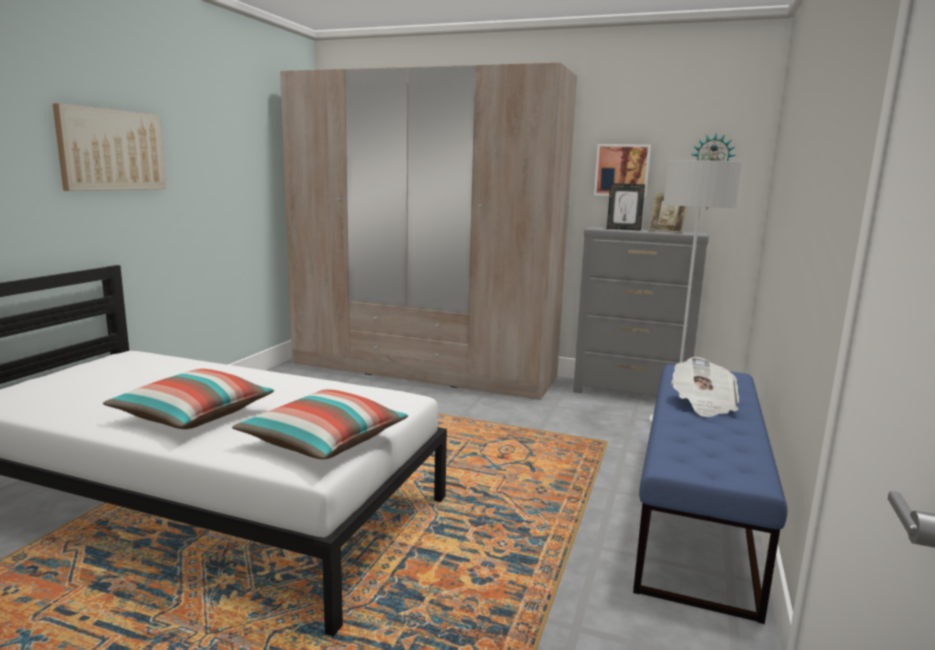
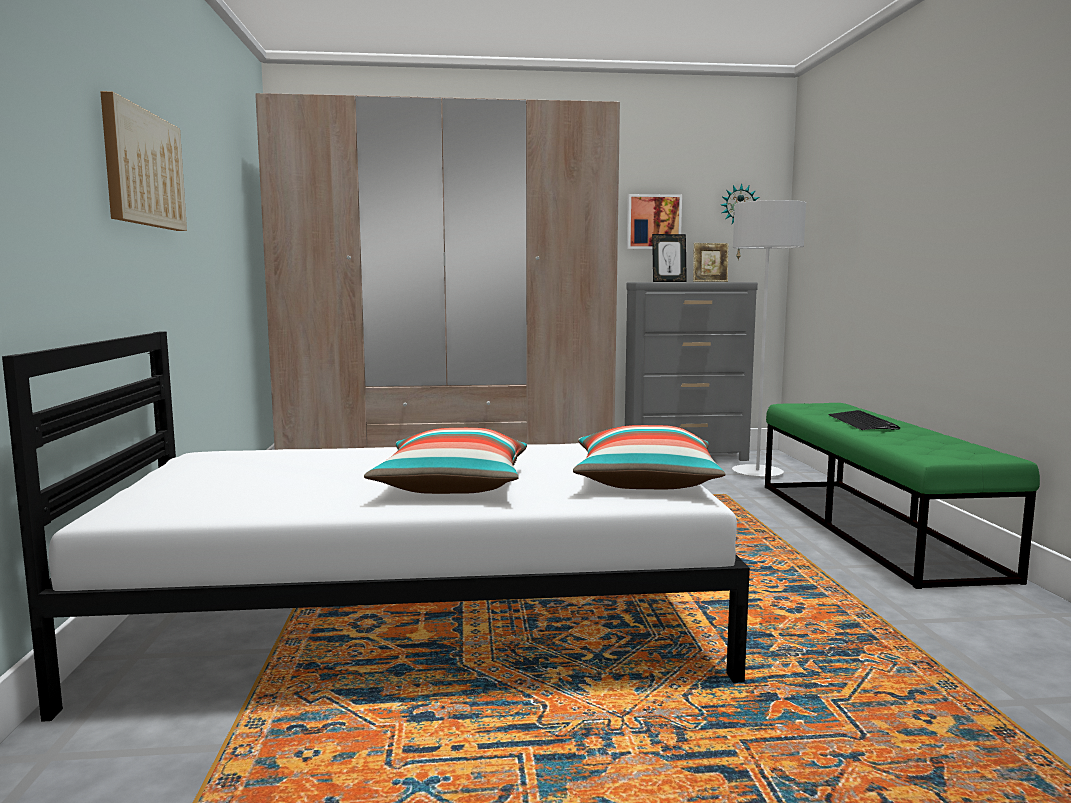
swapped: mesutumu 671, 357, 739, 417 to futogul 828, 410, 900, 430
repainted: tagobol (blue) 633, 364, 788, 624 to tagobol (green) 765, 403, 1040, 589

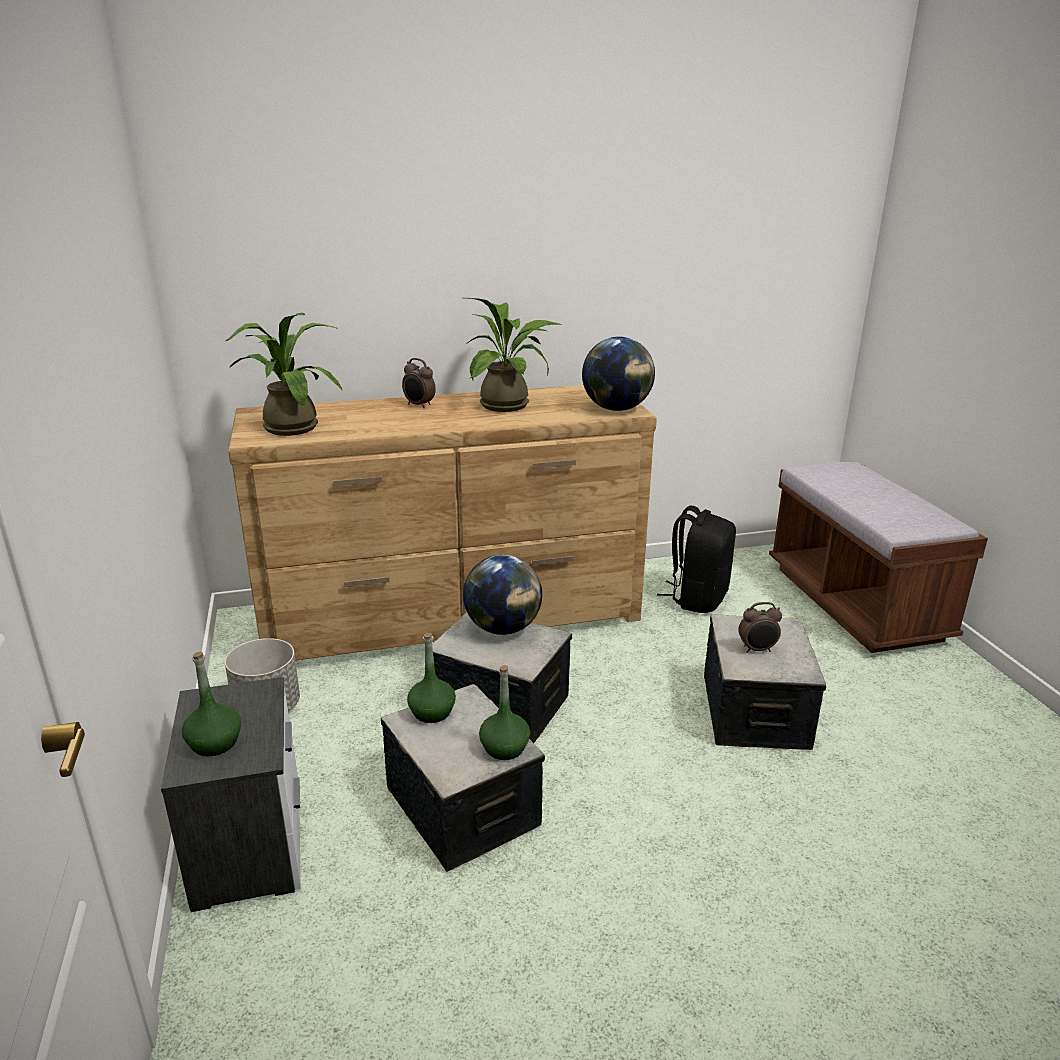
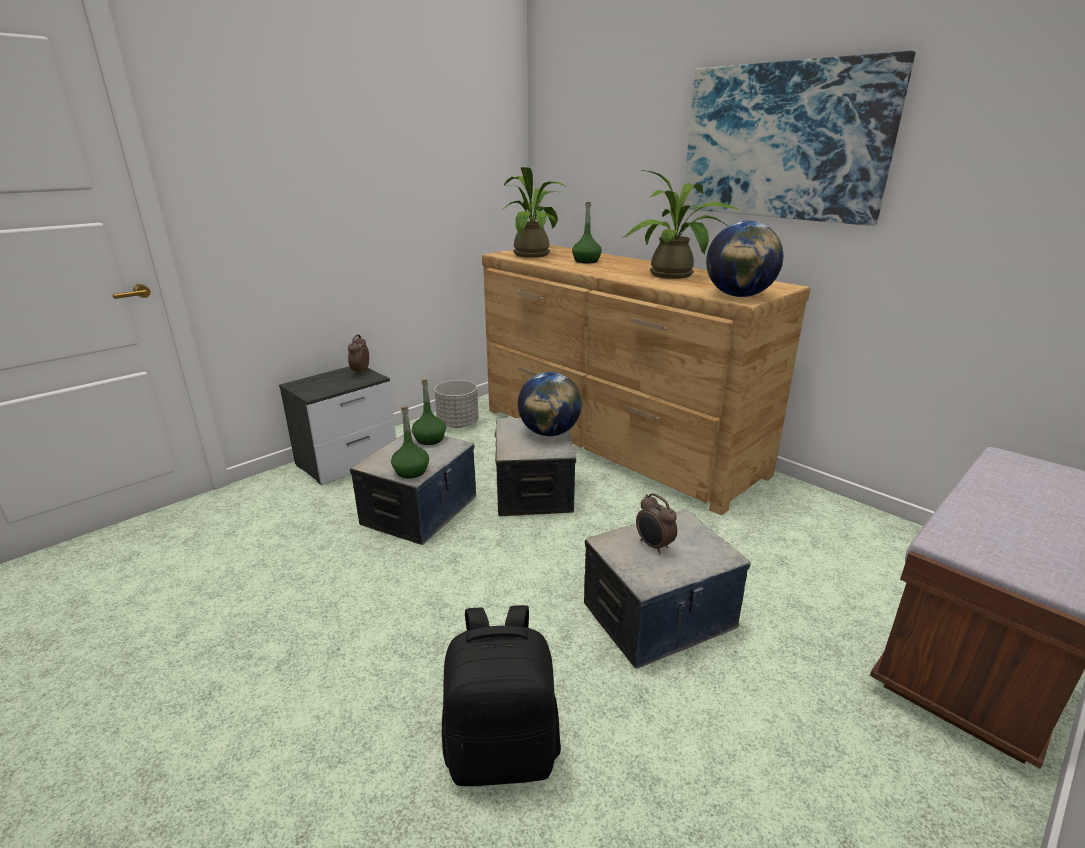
new: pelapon 682, 51, 915, 226
shifted: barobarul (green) 182, 652, 241, 756 to 572, 202, 602, 263; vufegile 402, 358, 436, 408 to 348, 335, 369, 375; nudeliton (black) 657, 506, 736, 613 to 442, 605, 561, 786

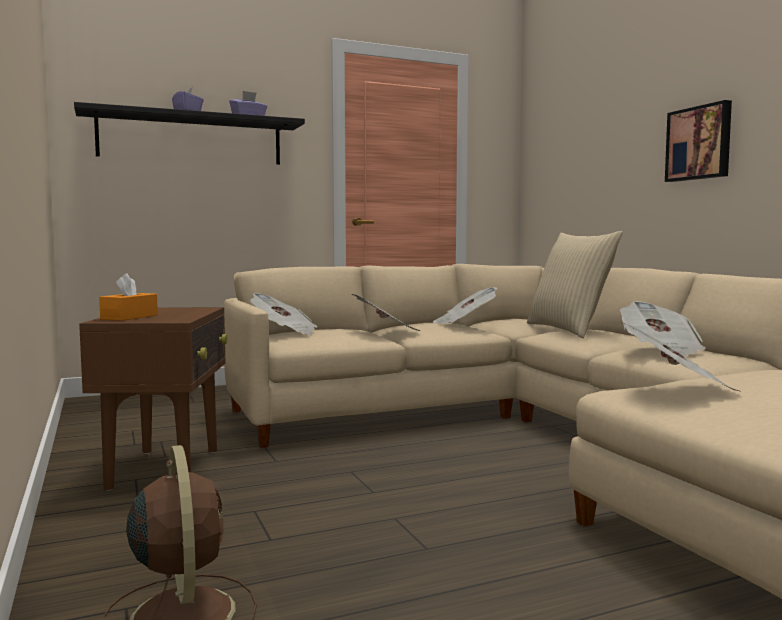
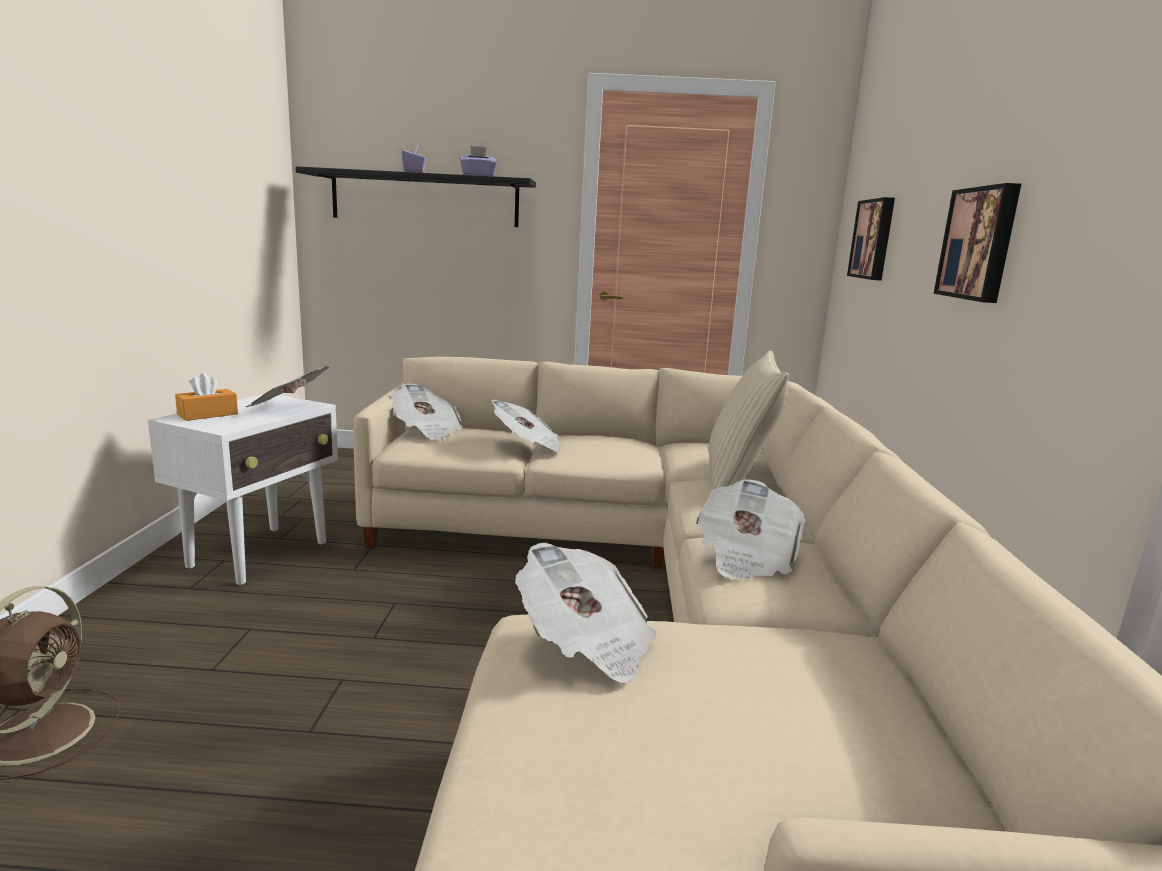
new: pelapon 847, 197, 895, 280
shifted: mesutumu 433, 287, 498, 324 to 246, 366, 329, 407
repainted: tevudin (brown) 79, 307, 227, 491 to tevudin (white) 148, 394, 338, 585

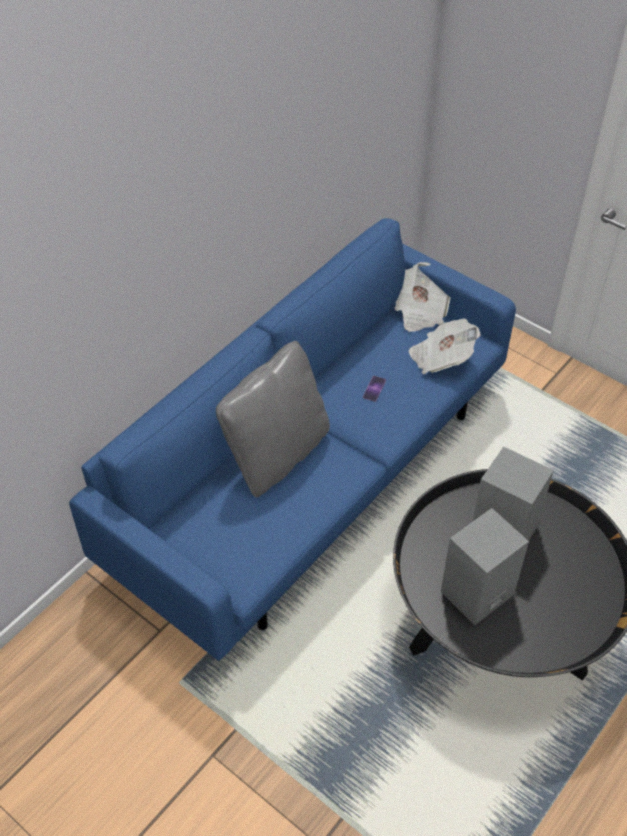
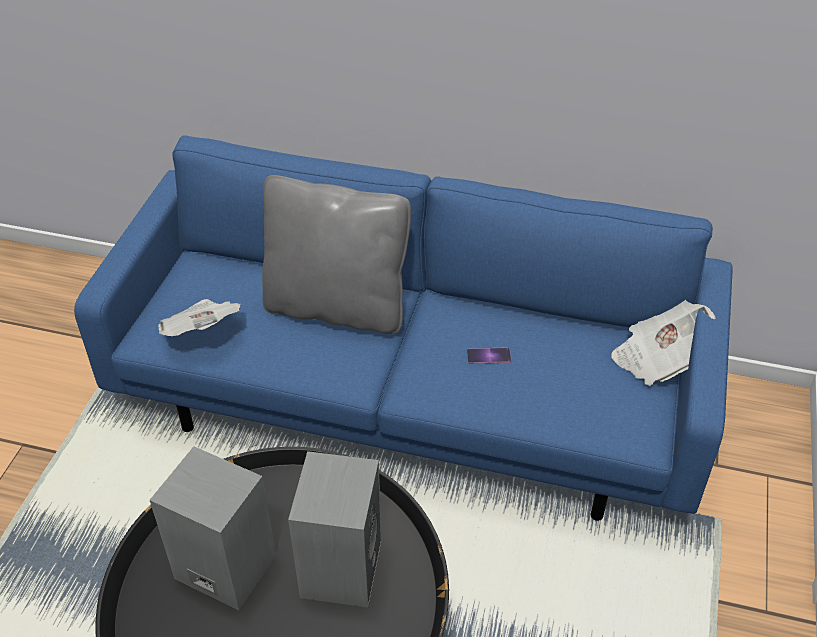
shifted: mesutumu 409, 318, 480, 374 to 158, 299, 241, 336

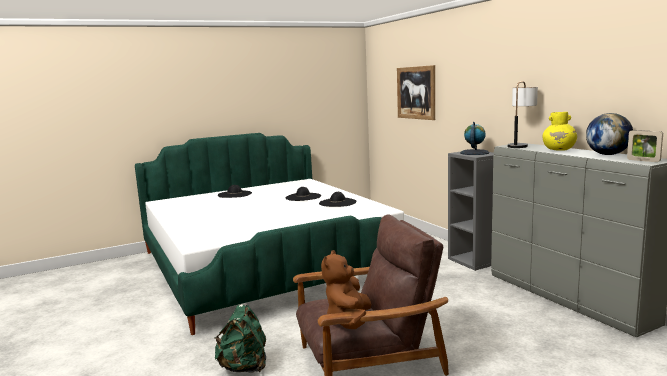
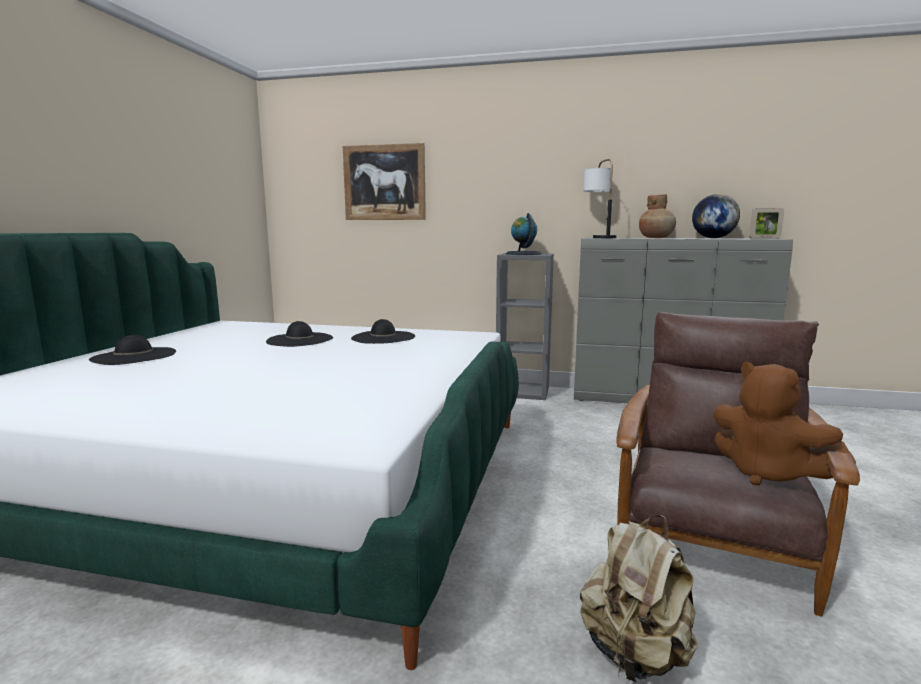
repainted: nudeliton (green) 214, 305, 266, 373 to nudeliton (beige) 580, 515, 697, 682; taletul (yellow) 543, 112, 577, 151 to taletul (brown) 639, 194, 676, 238

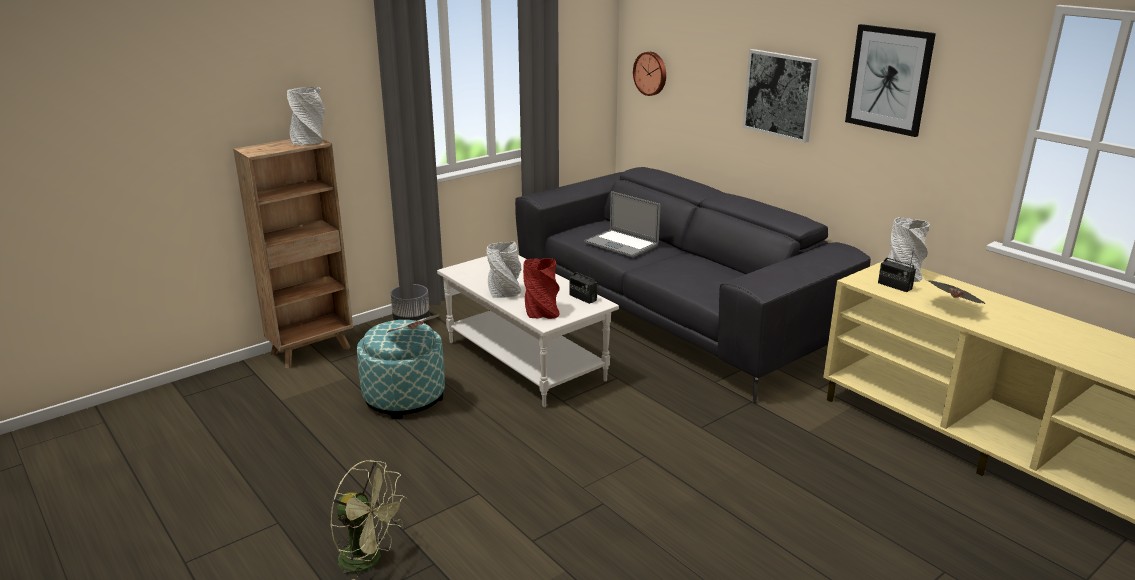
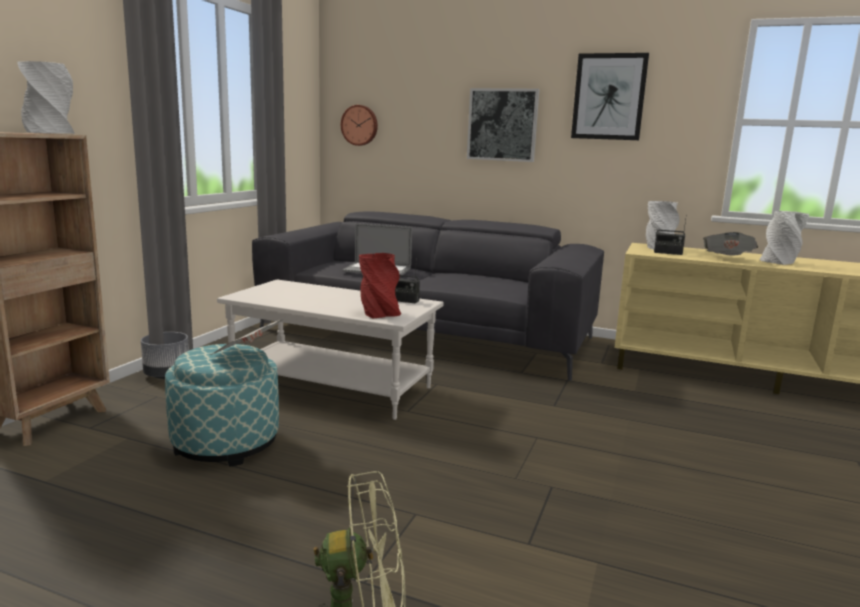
shifted: taletul (grey) 487, 242, 521, 297 to 759, 211, 809, 265

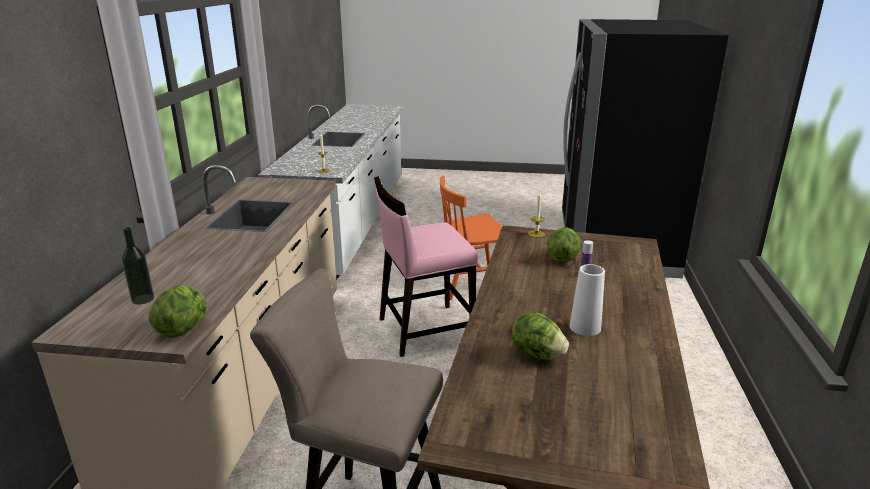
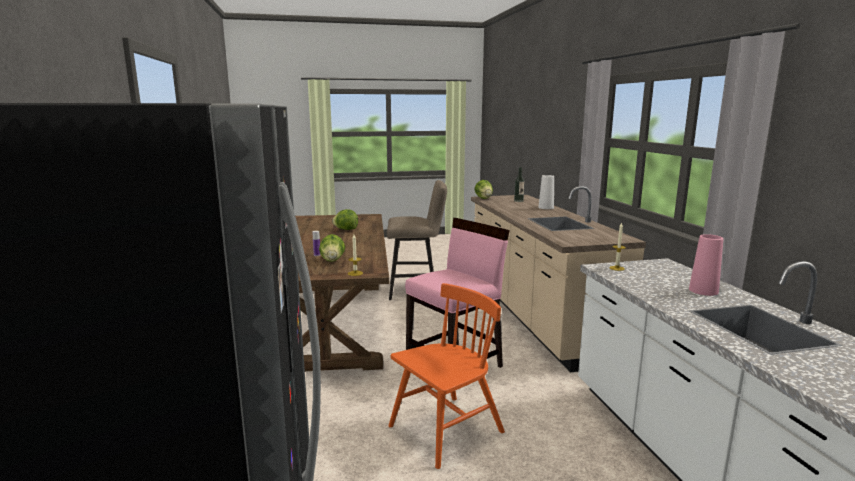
new: taletul (pink) 689, 234, 723, 296
shifted: taletul (white) 570, 264, 605, 336 to 538, 175, 554, 209

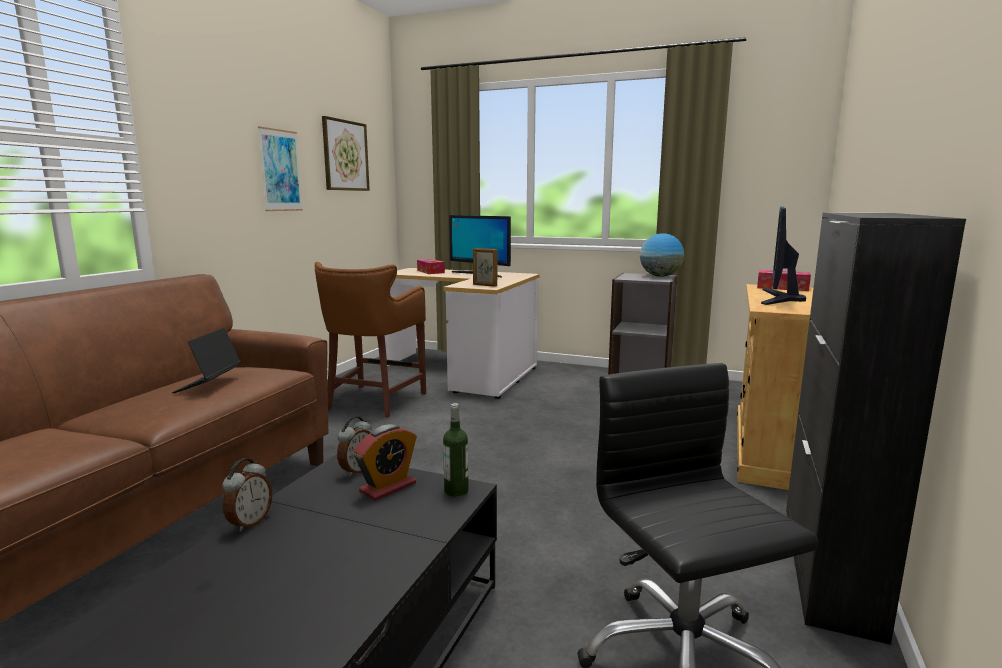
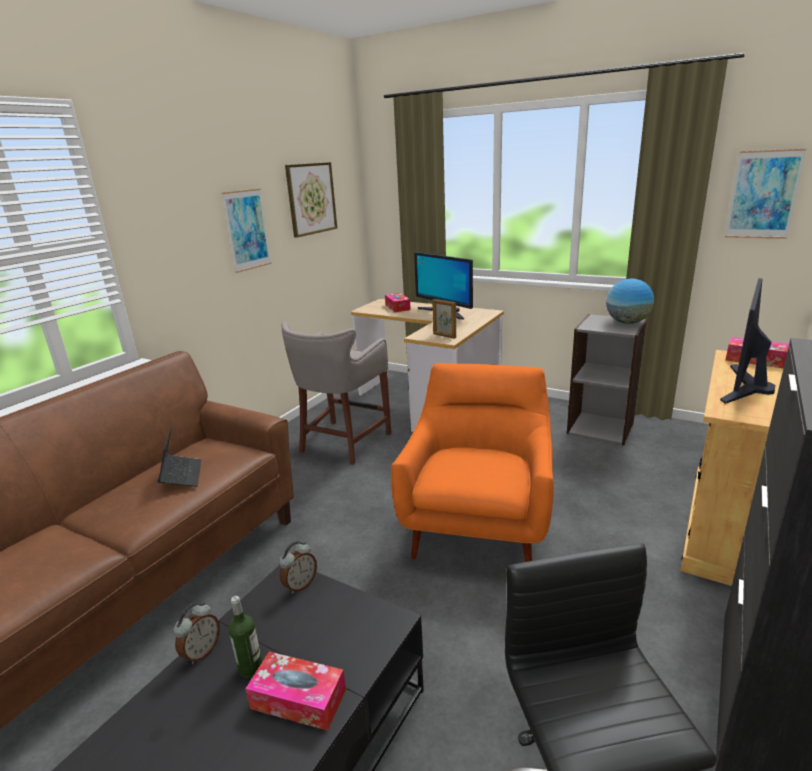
gone: vufegile 353, 424, 417, 501
new: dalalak 245, 652, 346, 731; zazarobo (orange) 391, 363, 554, 562; pelapon 725, 149, 806, 239
shifted: barobarul 443, 403, 469, 497 to 229, 596, 262, 678
repainted: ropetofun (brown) 315, 262, 426, 418 to ropetofun (grey) 281, 322, 391, 465
rotated: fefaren 172, 328, 241, 393 = 158, 425, 201, 487 150 degrees clockwise

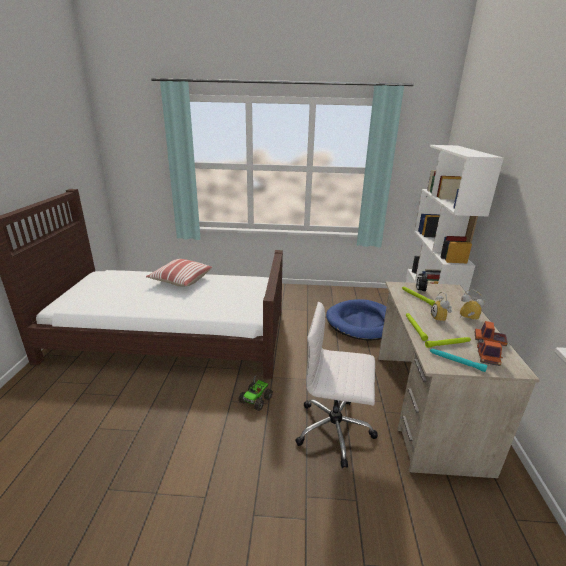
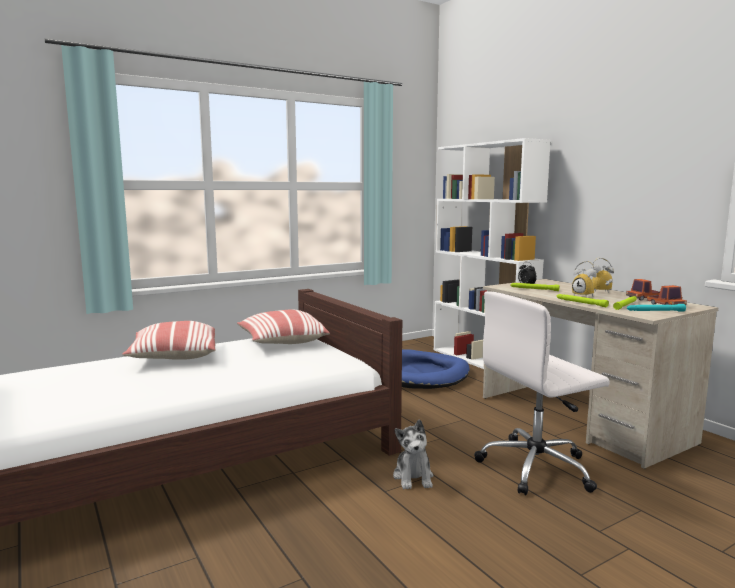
new: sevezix 237, 309, 330, 344
swapped: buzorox 238, 375, 273, 411 to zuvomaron 393, 419, 433, 489

